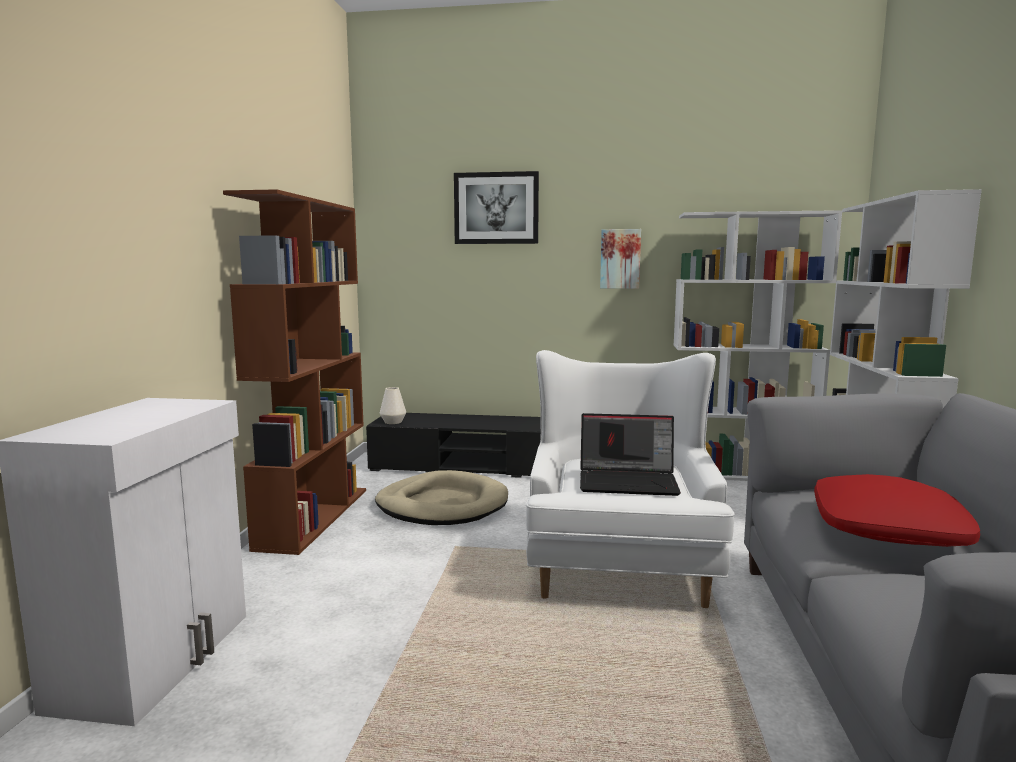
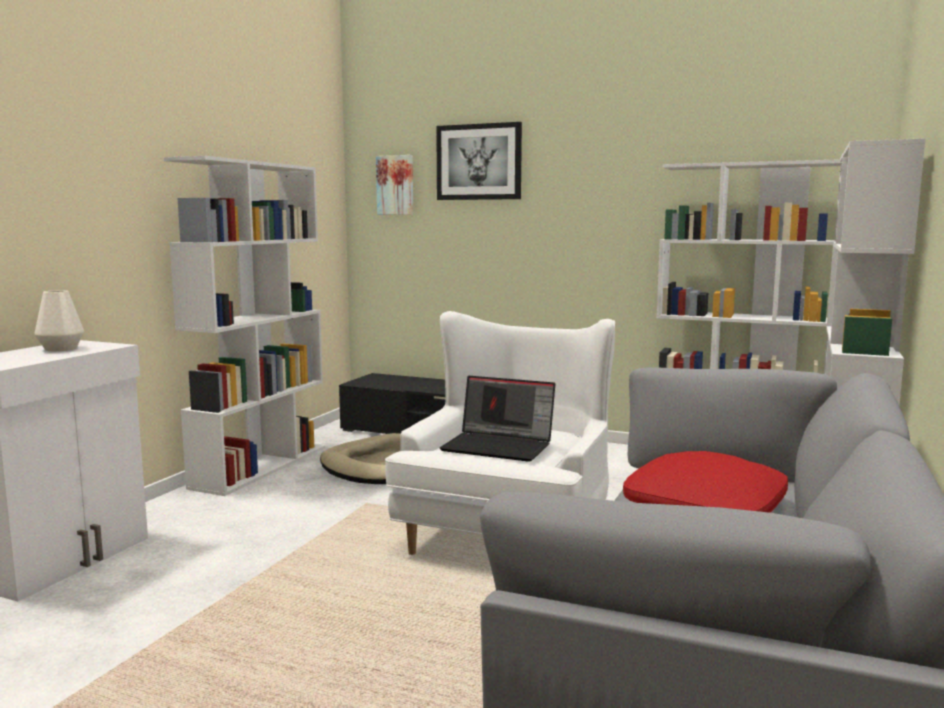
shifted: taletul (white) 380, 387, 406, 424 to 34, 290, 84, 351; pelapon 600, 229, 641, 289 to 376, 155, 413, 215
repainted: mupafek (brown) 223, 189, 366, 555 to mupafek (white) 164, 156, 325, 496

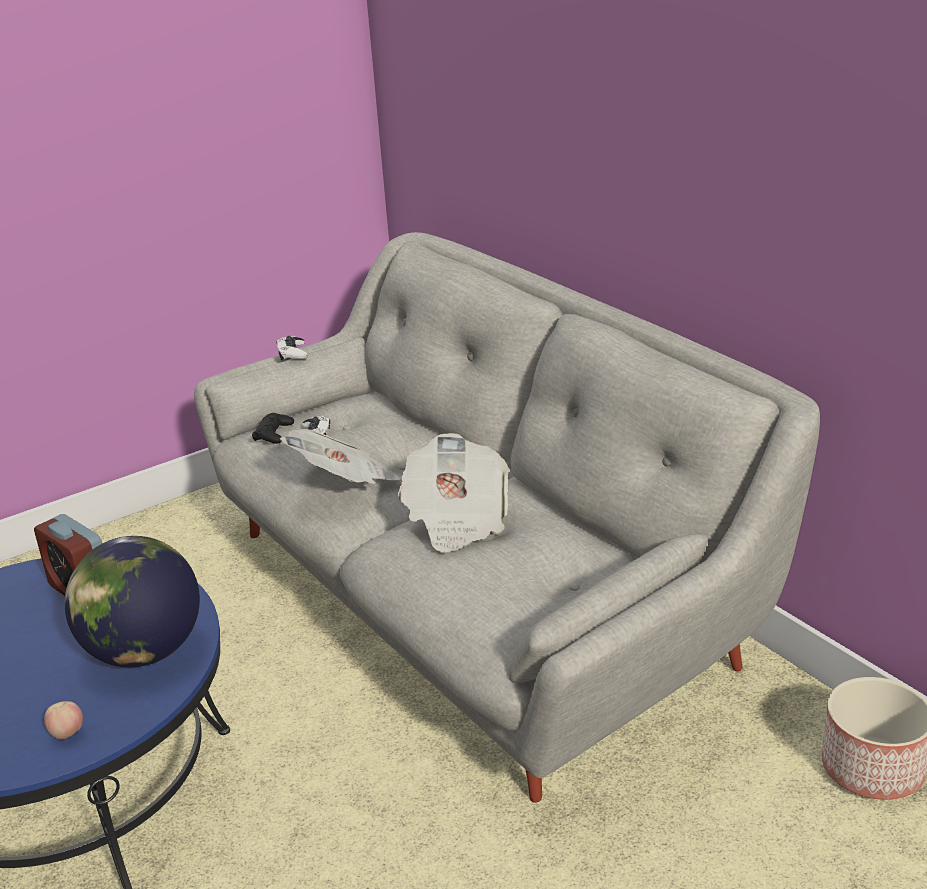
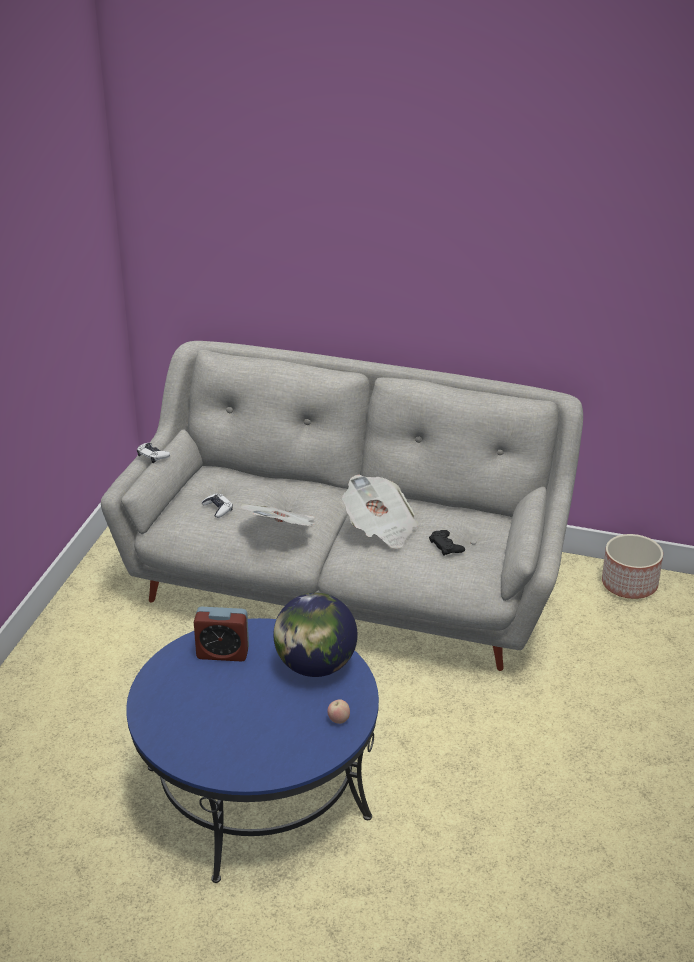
shifted: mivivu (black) 252, 413, 294, 444 to 429, 530, 465, 556

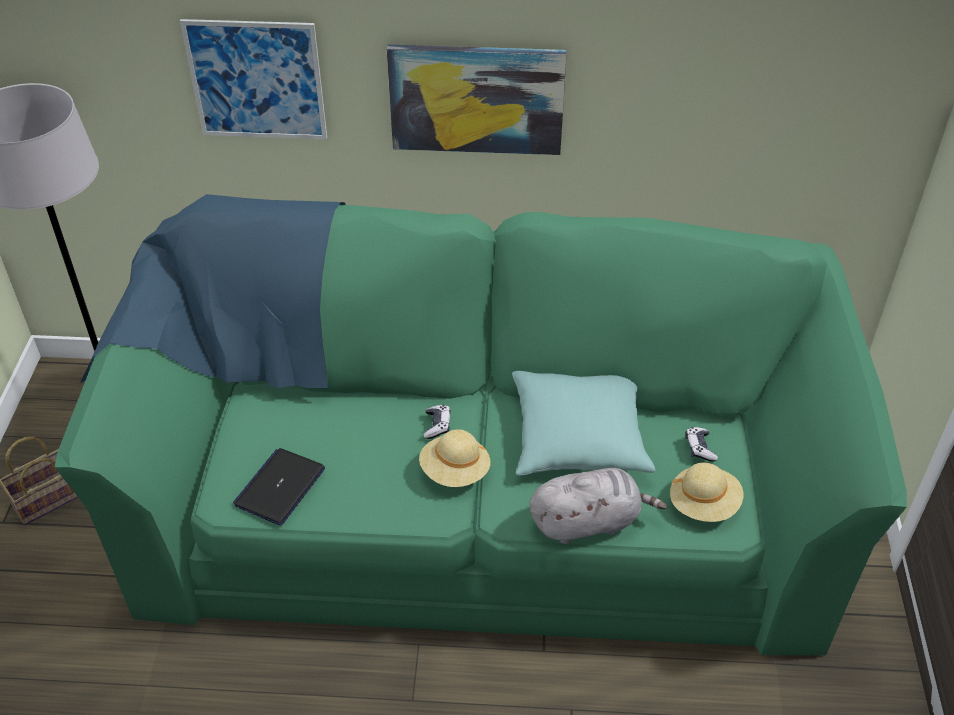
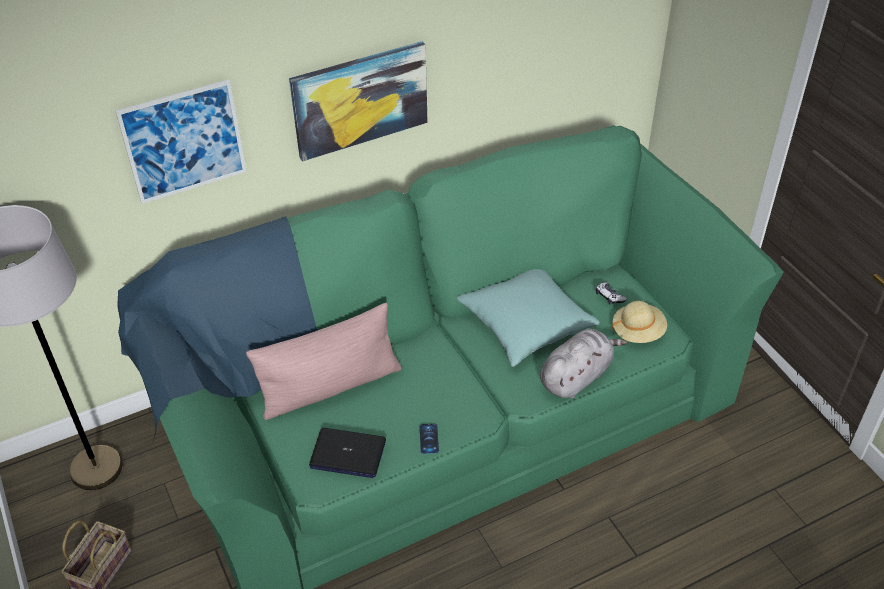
gone: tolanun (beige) 419, 429, 491, 487; mivivu 424, 405, 451, 439
new: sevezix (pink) 246, 303, 402, 420; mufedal 419, 424, 439, 454
rotated: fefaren 233, 448, 325, 526 = 309, 428, 386, 478 75 degrees counterclockwise

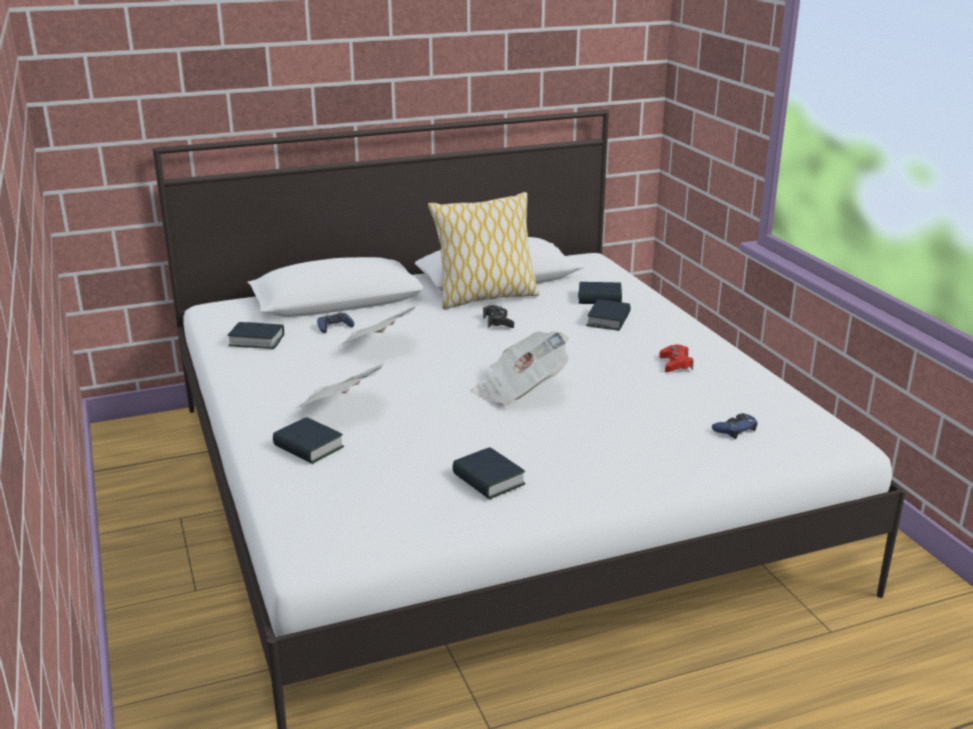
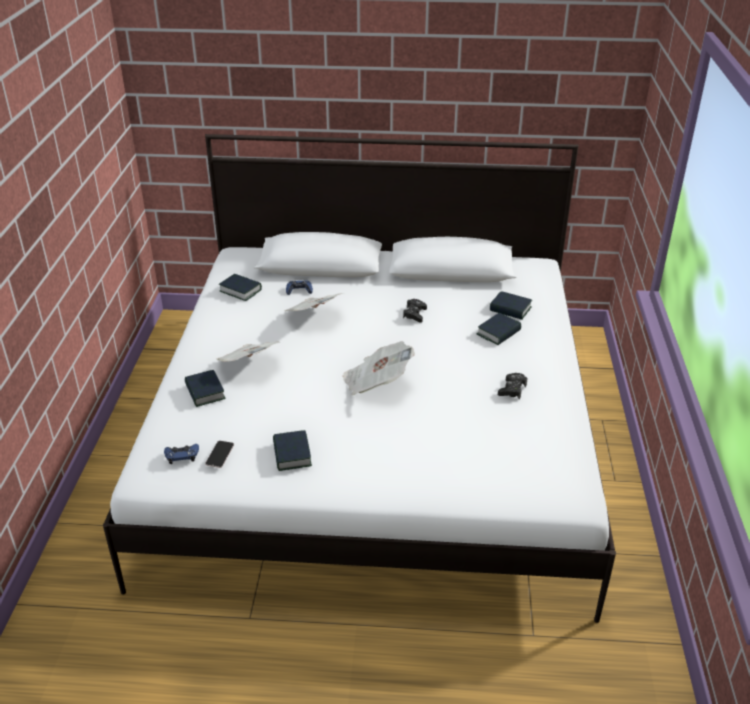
gone: sevezix 428, 192, 539, 309
new: mufedal 205, 441, 234, 468
shifted: mivivu (blue) 712, 413, 758, 439 to 164, 444, 199, 464
repainted: mivivu (red) 659, 345, 694, 372 to mivivu (black) 498, 373, 527, 400

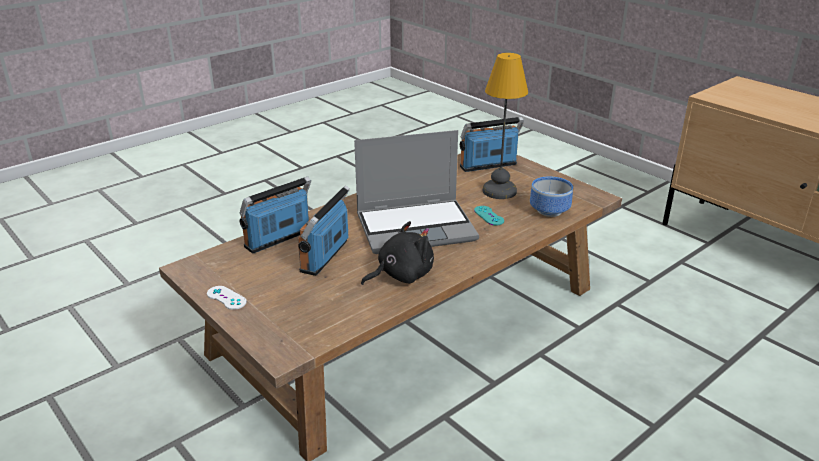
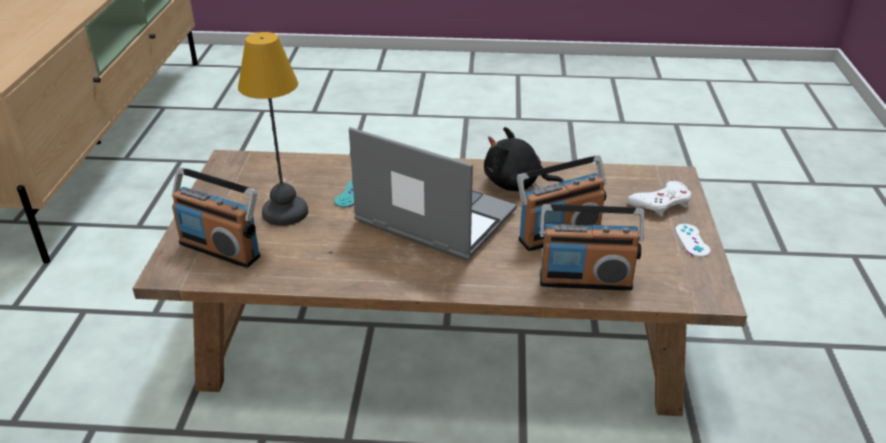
gone: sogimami 530, 176, 573, 217
new: mivivu (white) 628, 181, 691, 217

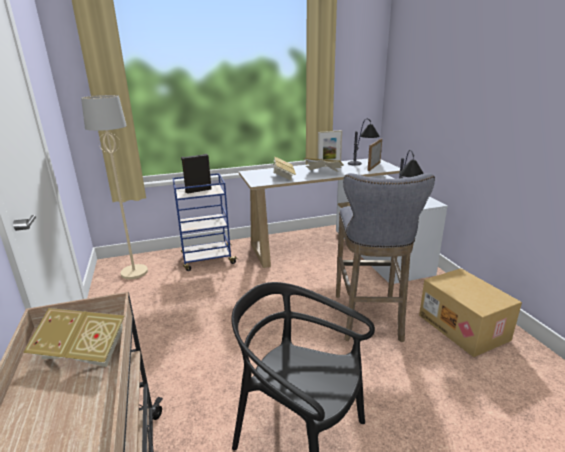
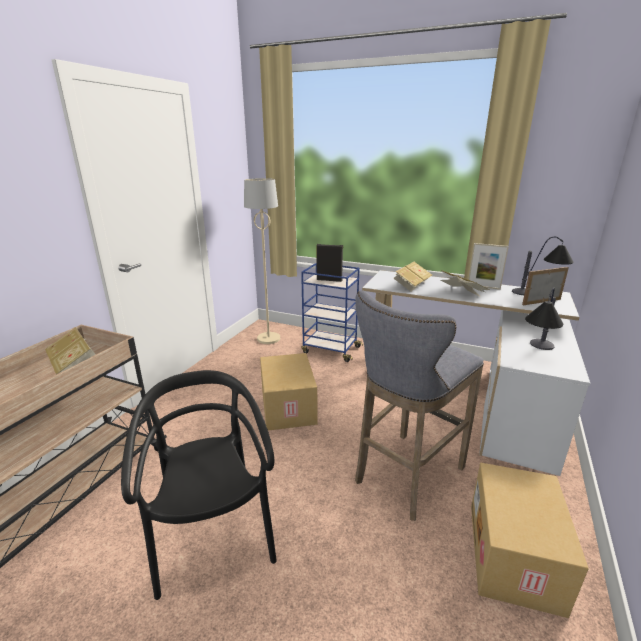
new: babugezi 260, 353, 317, 431

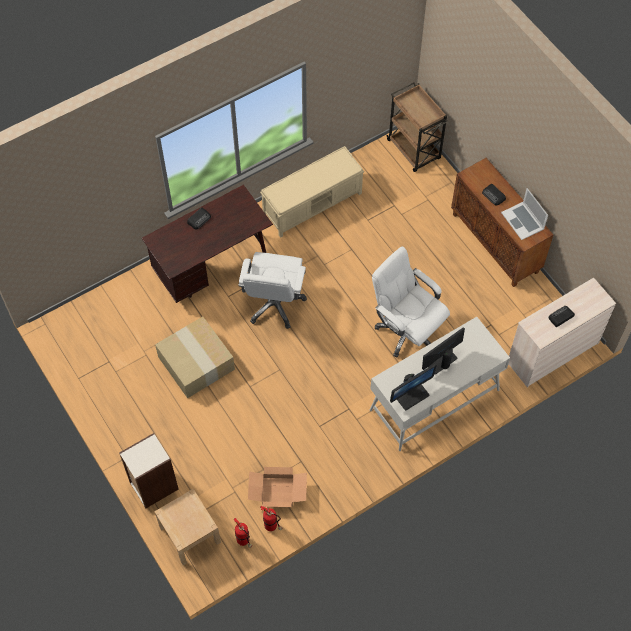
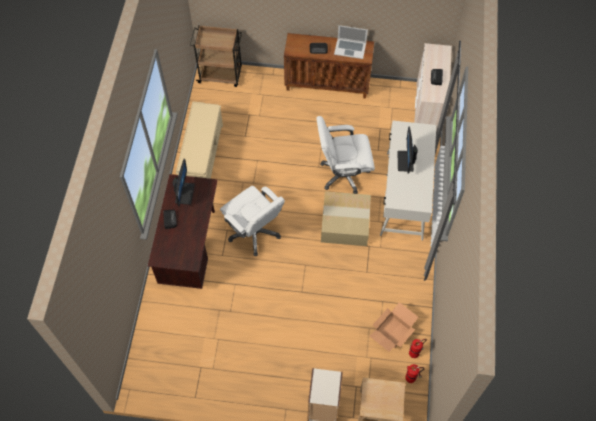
shifted: babugezi 155, 316, 235, 398 to 321, 191, 371, 246; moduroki 390, 364, 437, 410 to 173, 159, 195, 206

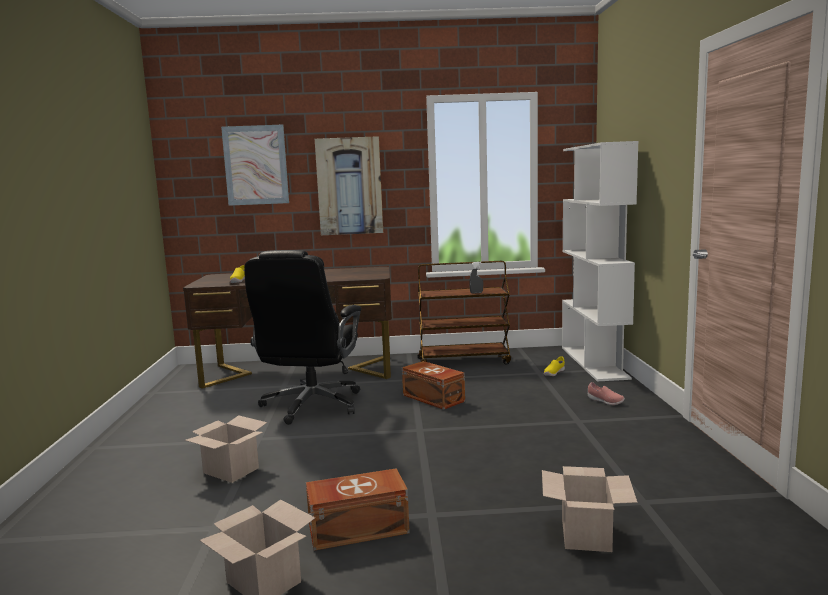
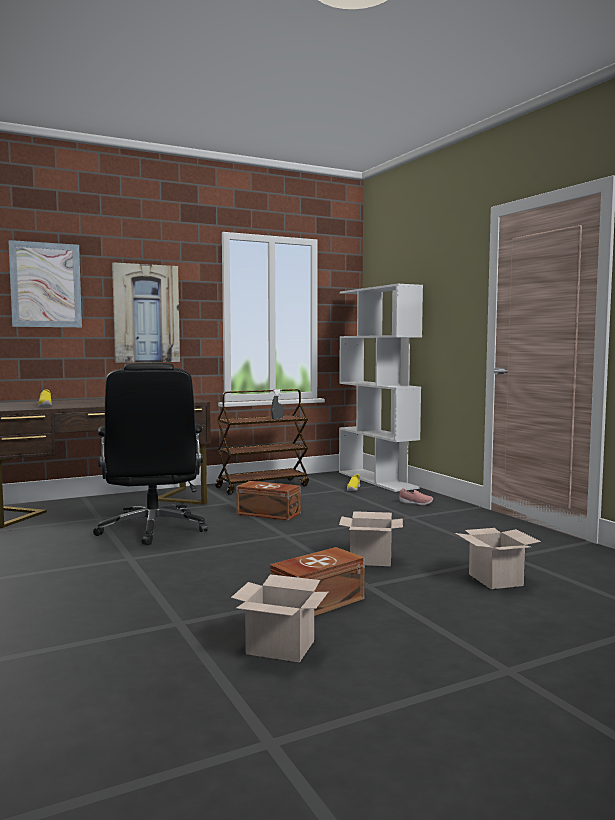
shifted: babugezi 185, 415, 267, 483 to 339, 511, 403, 566

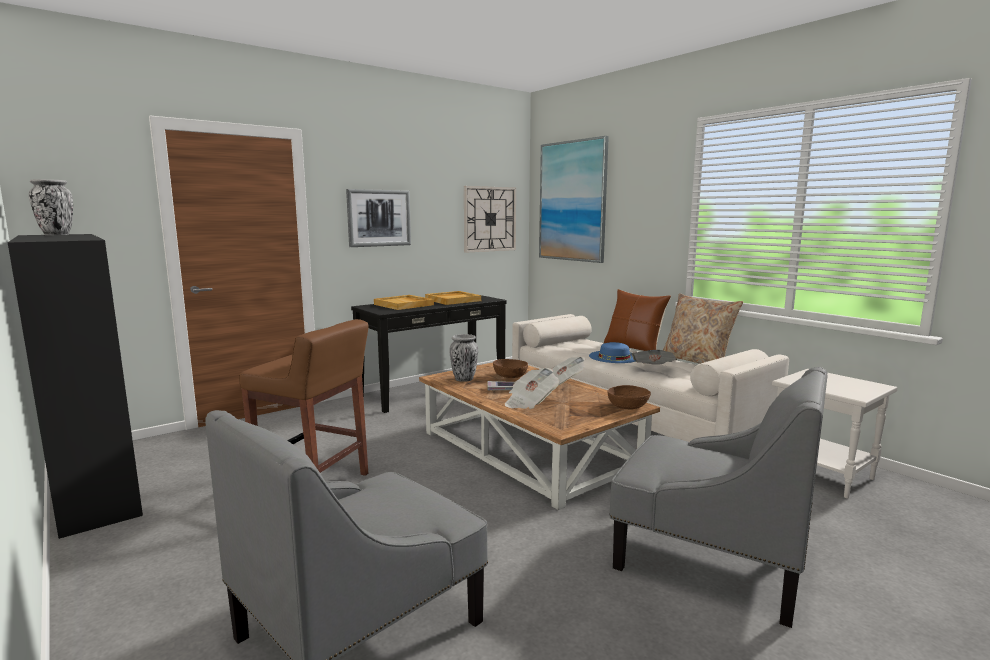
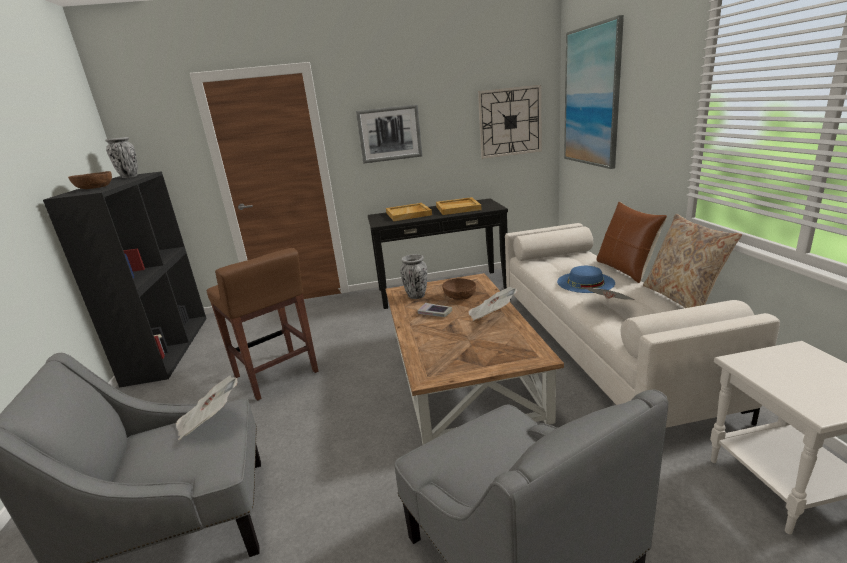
shifted: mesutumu 505, 368, 559, 409 to 176, 375, 238, 440; sogimami (brown) 607, 385, 651, 409 to 68, 171, 112, 189

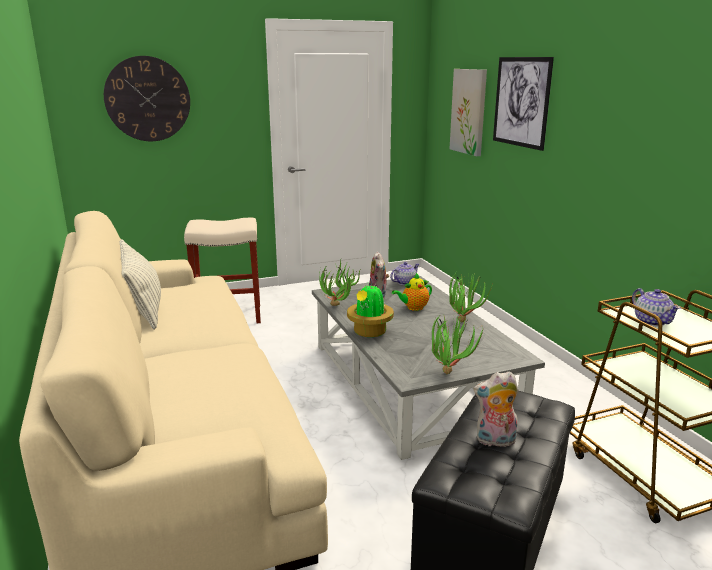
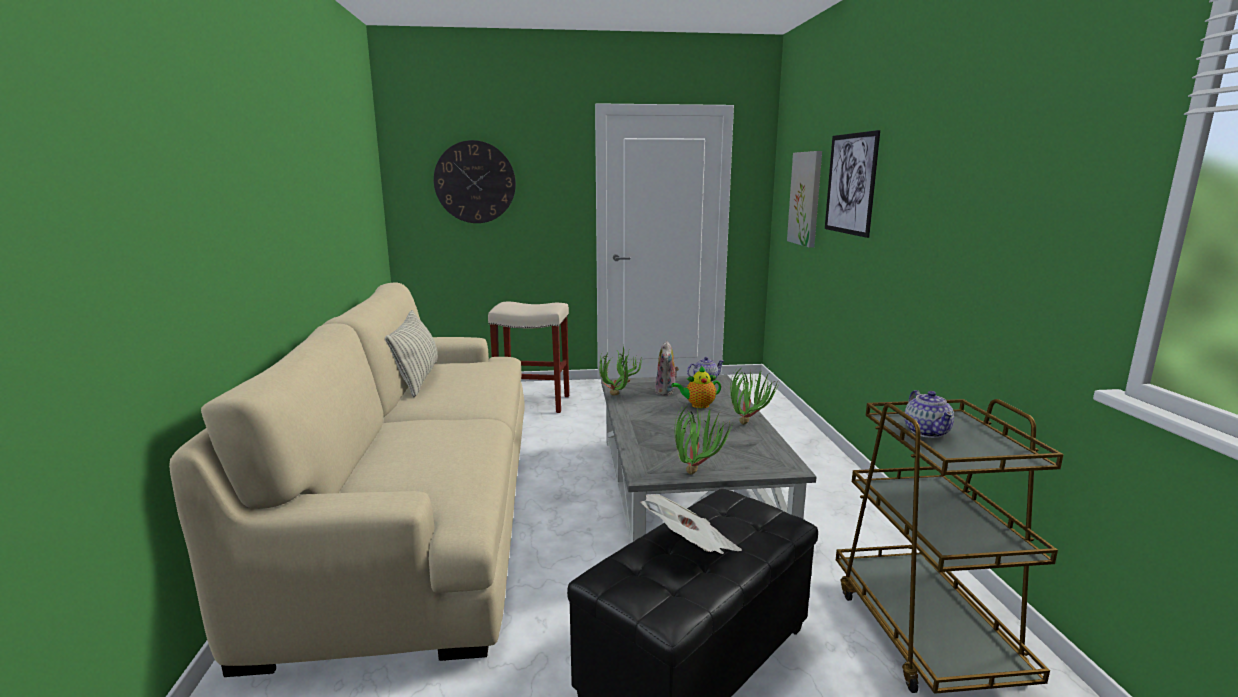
gone: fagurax 347, 283, 394, 337
swapped: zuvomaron 474, 371, 519, 447 to mesutumu 640, 494, 742, 554

